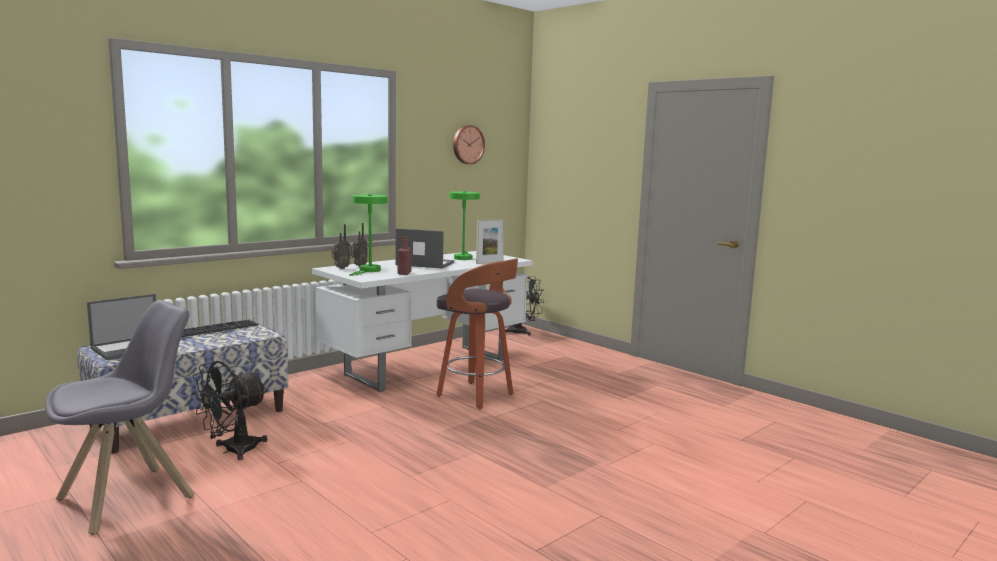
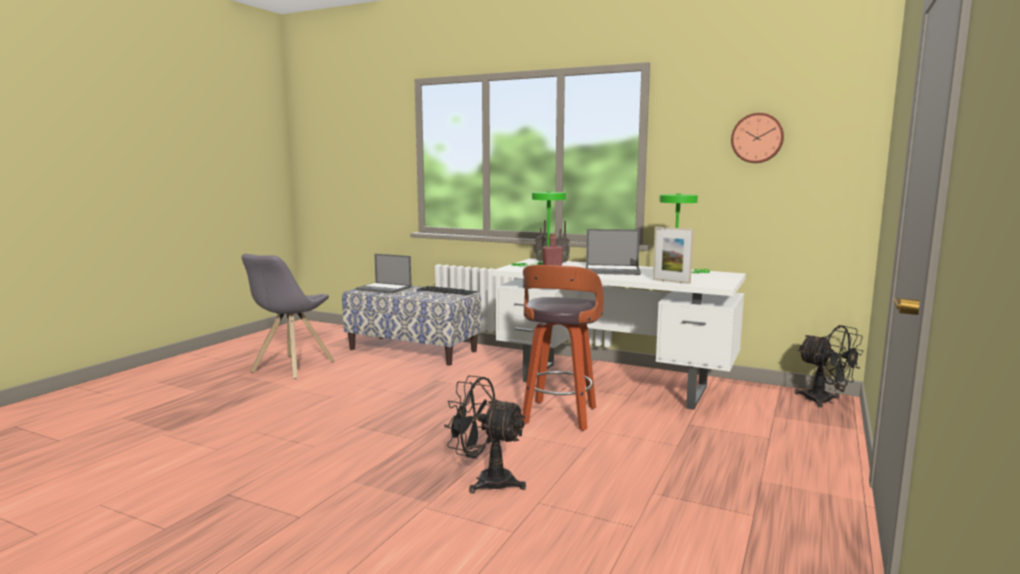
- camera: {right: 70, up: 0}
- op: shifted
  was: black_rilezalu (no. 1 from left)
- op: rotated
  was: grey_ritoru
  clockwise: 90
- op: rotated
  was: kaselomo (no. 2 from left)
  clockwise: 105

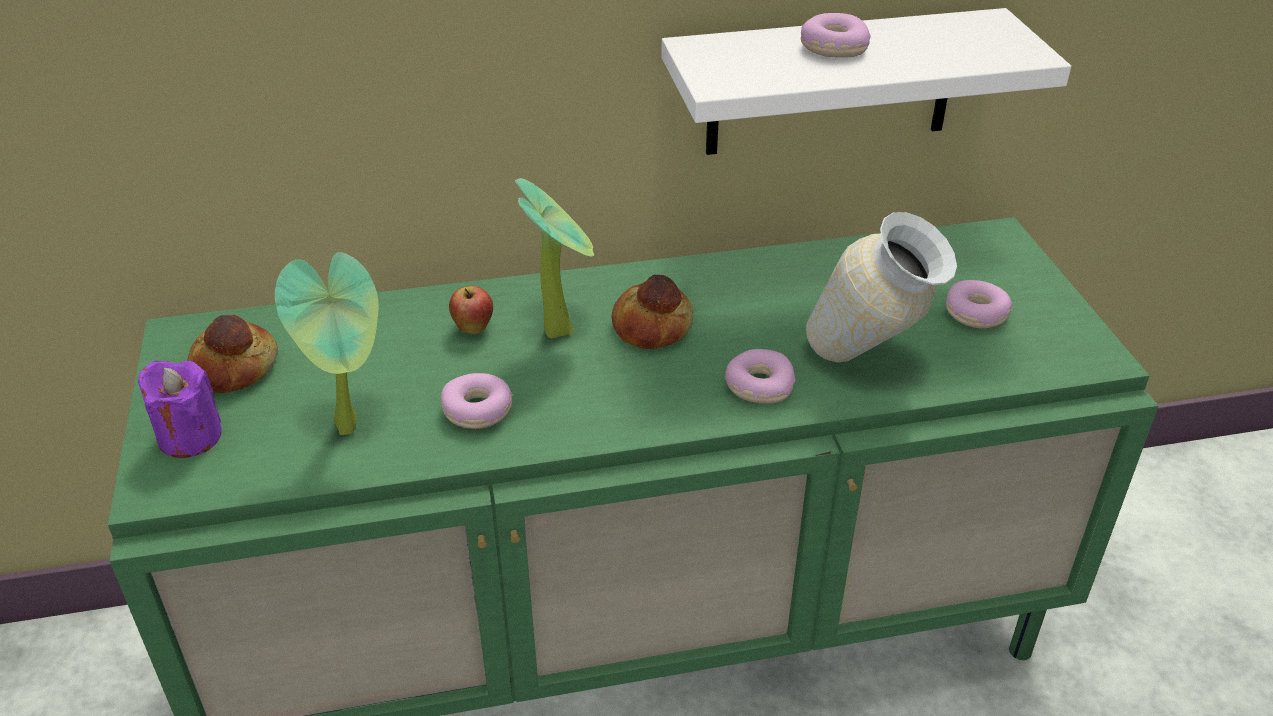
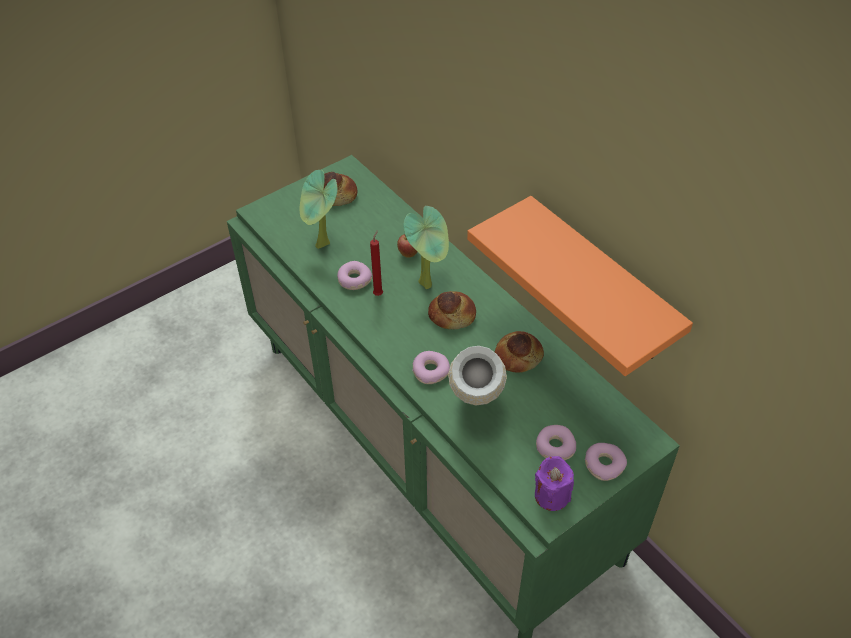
- camera: {right: 65, up: 10}
- op: new
  now: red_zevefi
- op: new
  now: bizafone (no. 3 from left)
- op: shifted
  was: purple_zevefi
- op: shifted
  was: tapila (no. 3 from left in the first image)
  now: tapila (no. 4 from left)
- op: repainted
  was: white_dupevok
  now: orange_dupevok

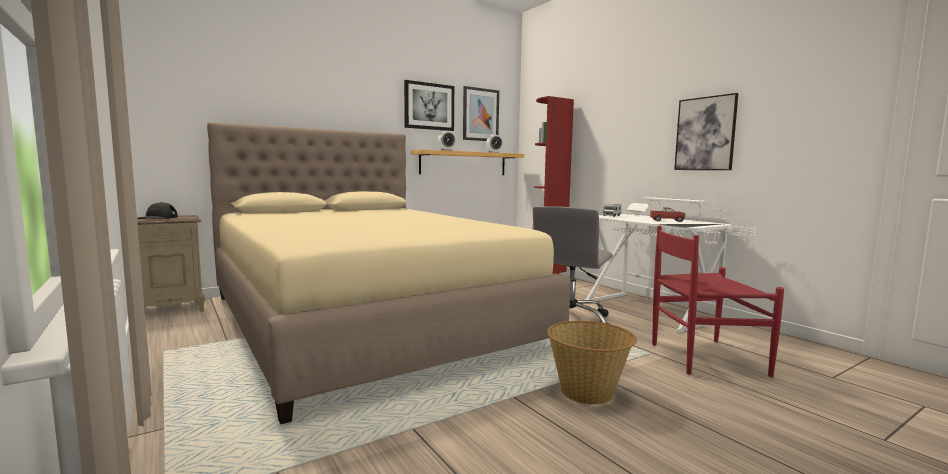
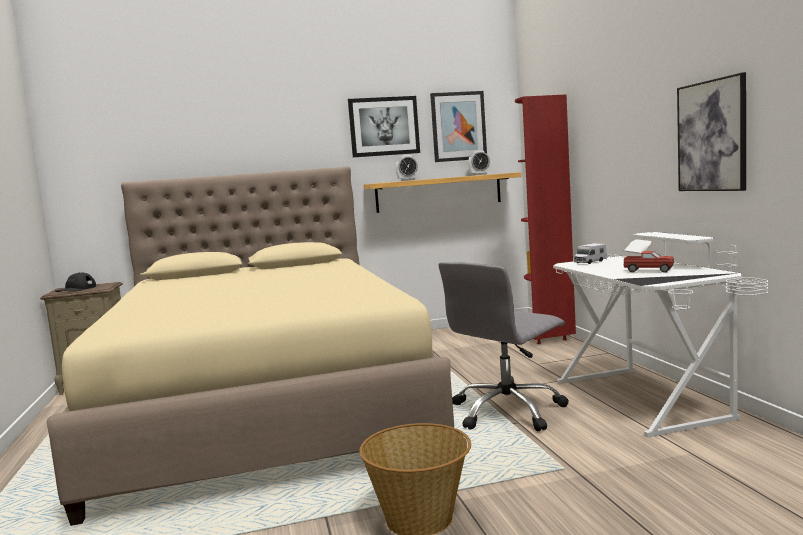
- camera: {right: 20, up: 0}
- op: gone
  was: red_ritoru

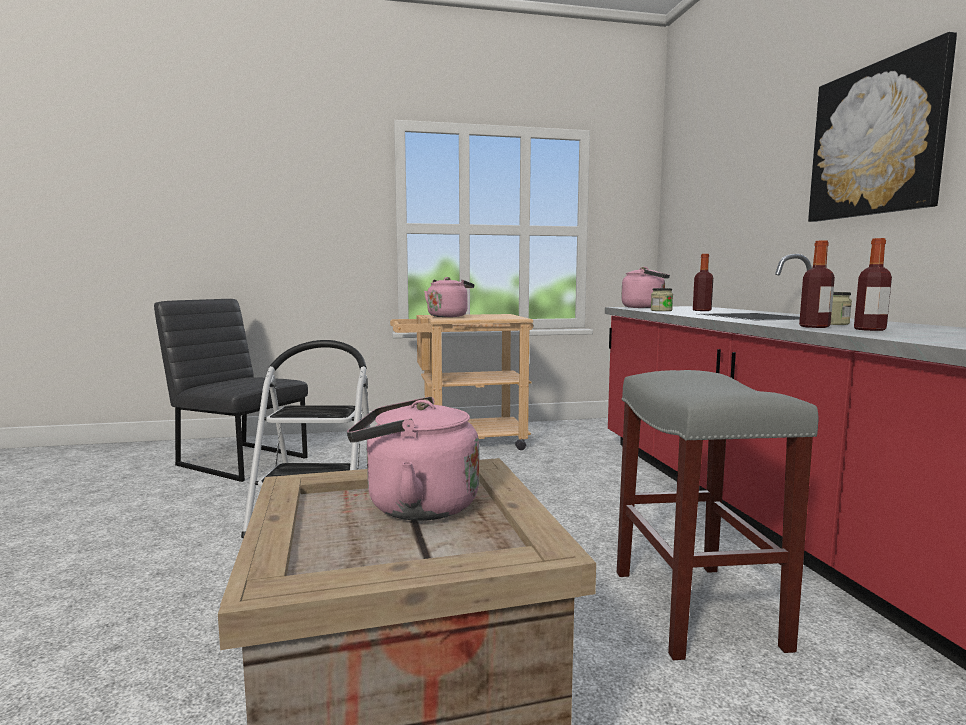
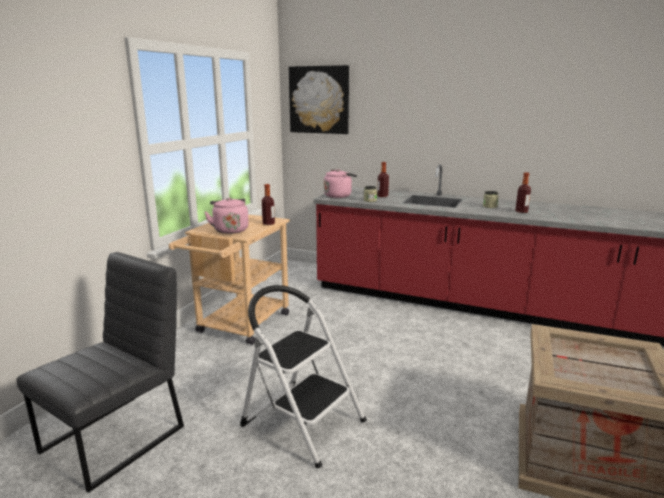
- camera: {right: -55, up: 10}
- op: gone
  was: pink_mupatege (no. 1 from left)
- op: gone
  was: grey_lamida
- op: shifted
  was: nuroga (no. 2 from left in the first image)
  now: nuroga (no. 1 from left)
- op: shifted
  was: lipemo
- op: rotated
  was: grey_ritoru
  clockwise: 150

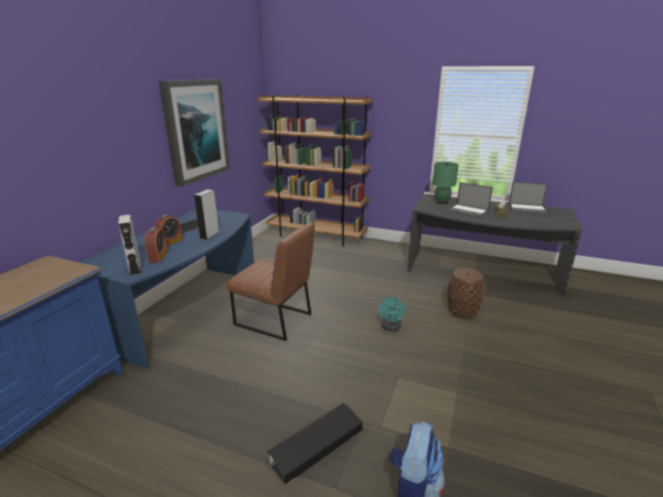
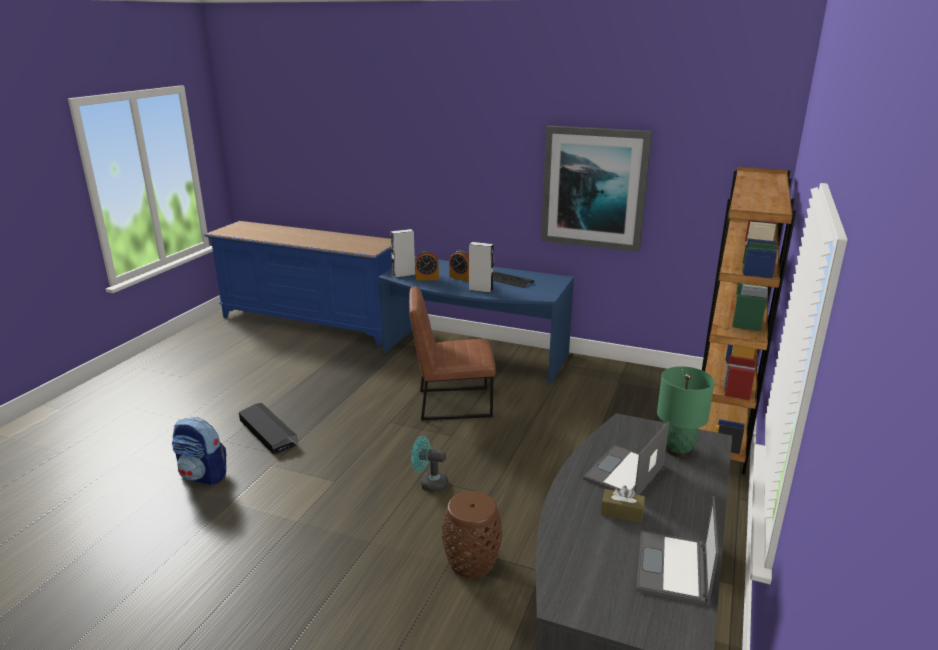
- camera: {right: 90, up: 0}
- op: rotated
  was: brown_ritoru
  clockwise: 60

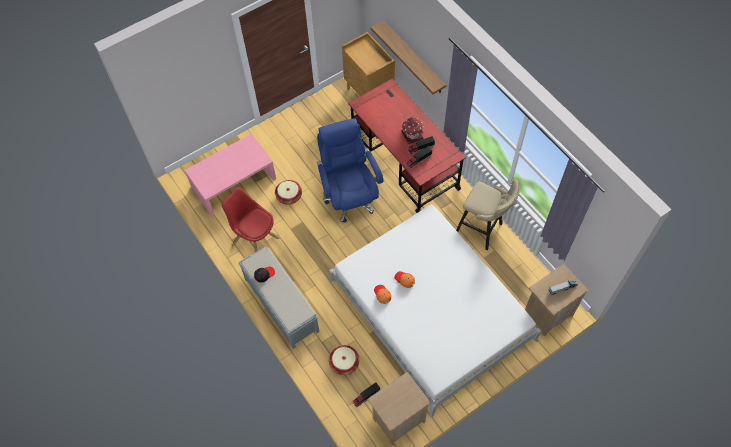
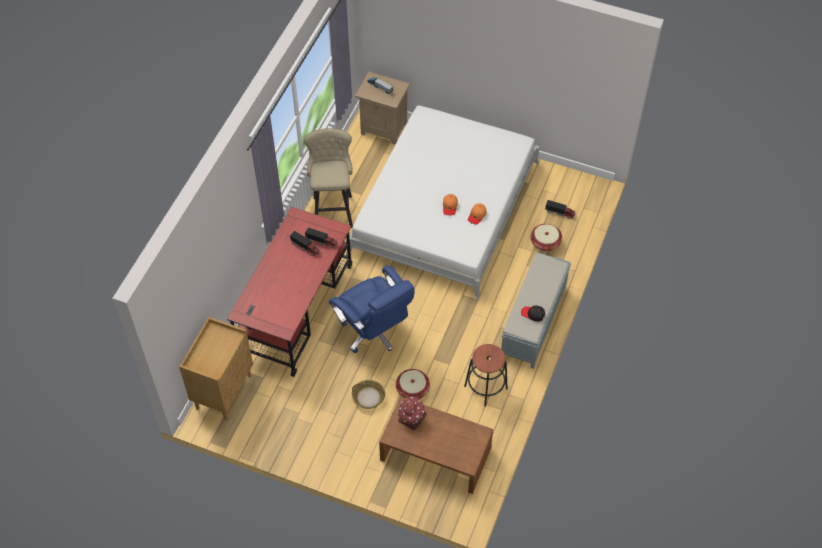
- camera: {right: -125, up: -5}
- op: gone
  was: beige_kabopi (no. 1 from left)
- op: gone
  was: dupevok
- op: new
  now: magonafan (no. 1 from left)
- op: shifted
  was: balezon
- op: swapped
  was: red_ritoru
  now: black_lamida
- op: repainted
  was: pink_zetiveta
  now: brown_zetiveta
- op: rotated
  was: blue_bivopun
  clockwise: -75

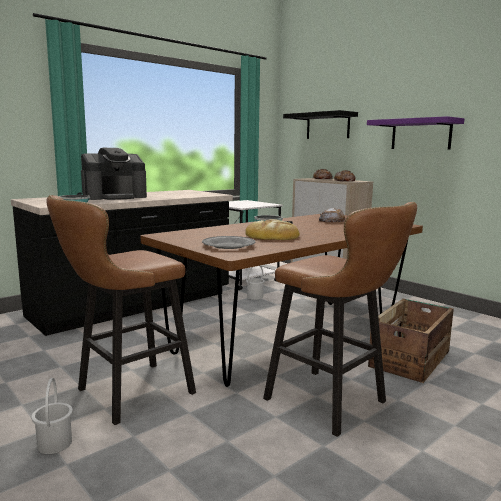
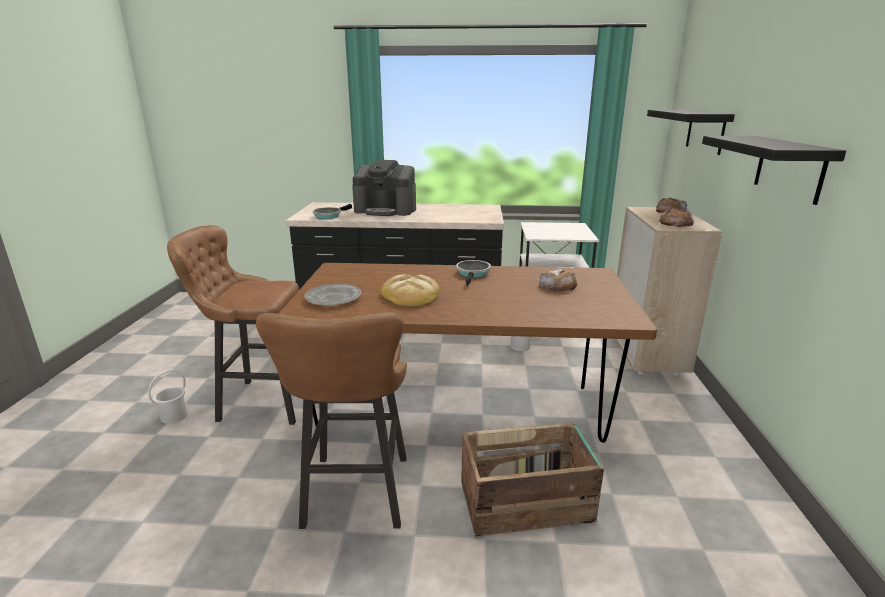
- camera: {right: 45, up: 10}
- op: repainted
  was: purple_dupevok
  now: black_dupevok (no. 2 from left)

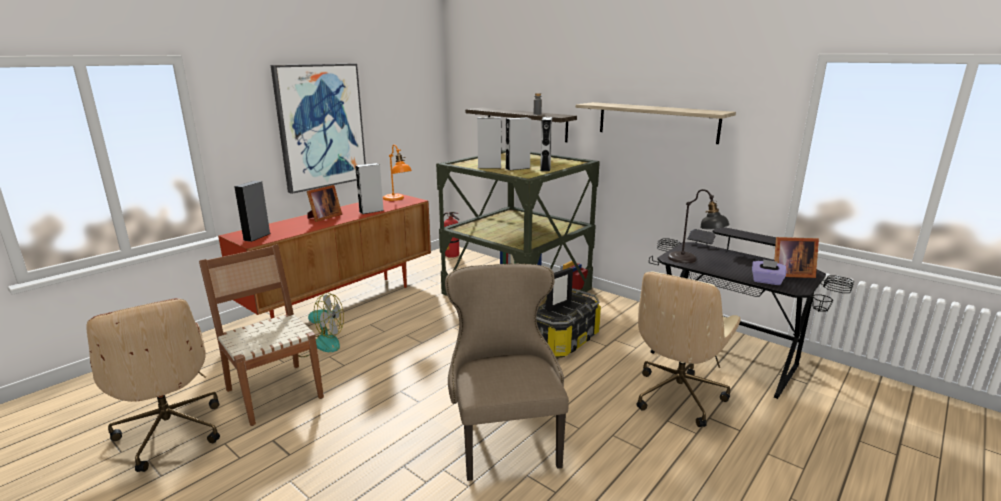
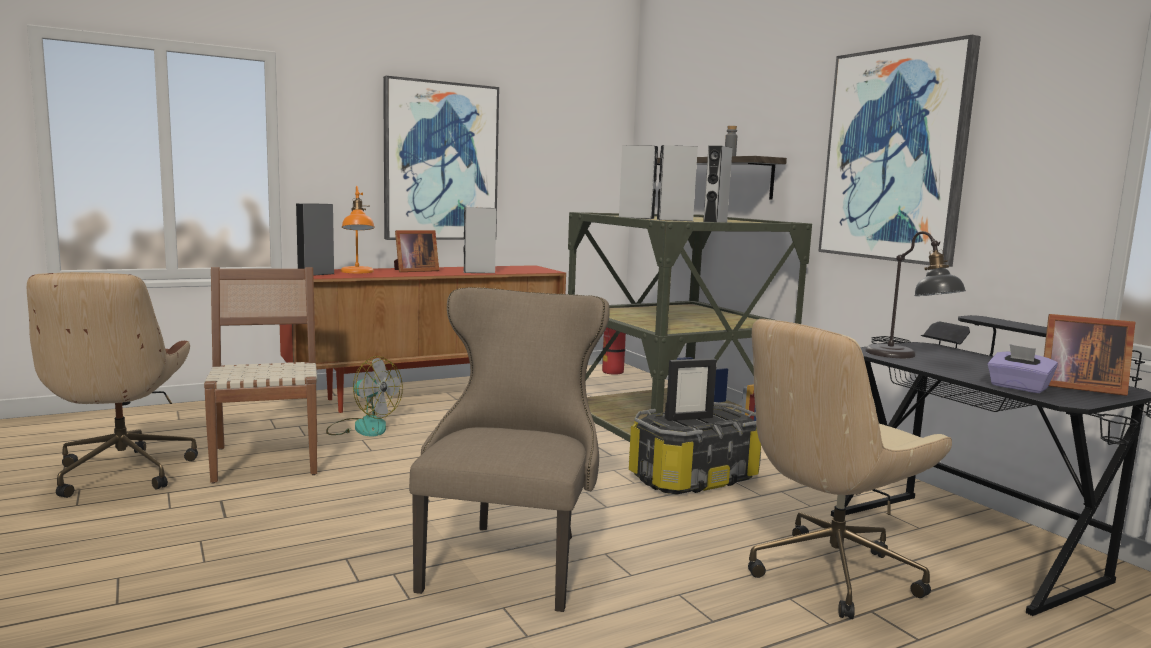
- camera: {right: 20, up: -10}
- op: shifted
  was: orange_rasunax
- op: swapped
  was: dupevok (no. 2 from left)
  now: lipemo (no. 2 from left)

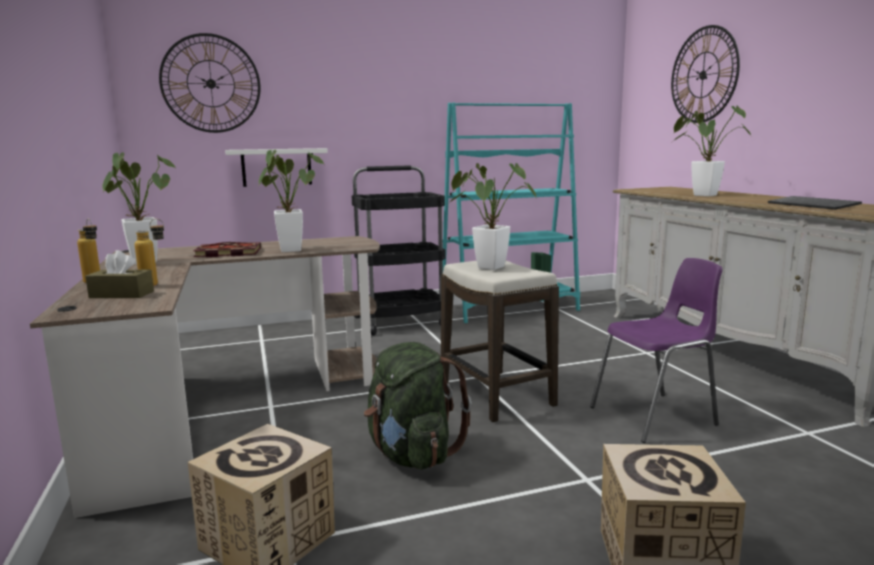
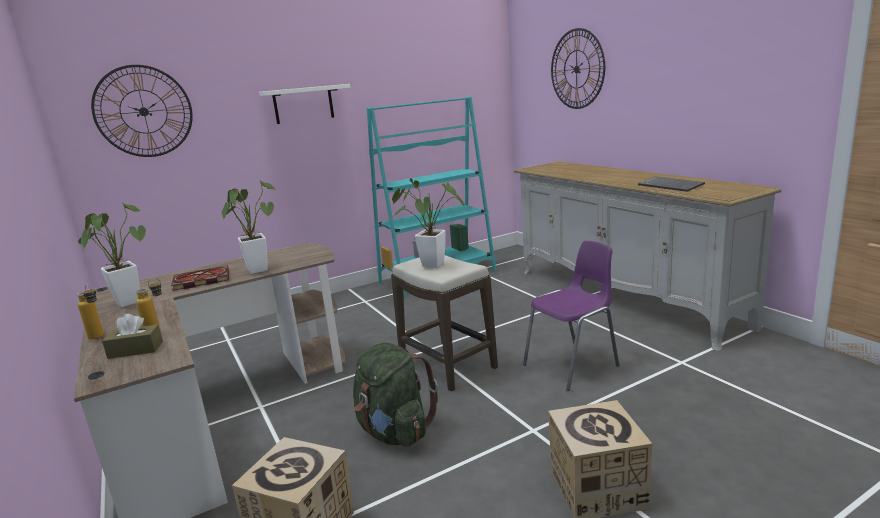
- camera: {right: -10, up: 5}
- op: gone
  was: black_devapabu
- op: gone
  was: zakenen (no. 4 from left)
- op: shifted
  was: white_dupevok

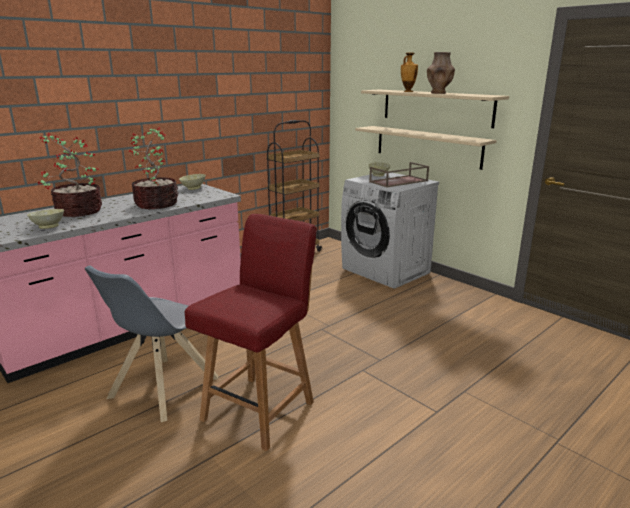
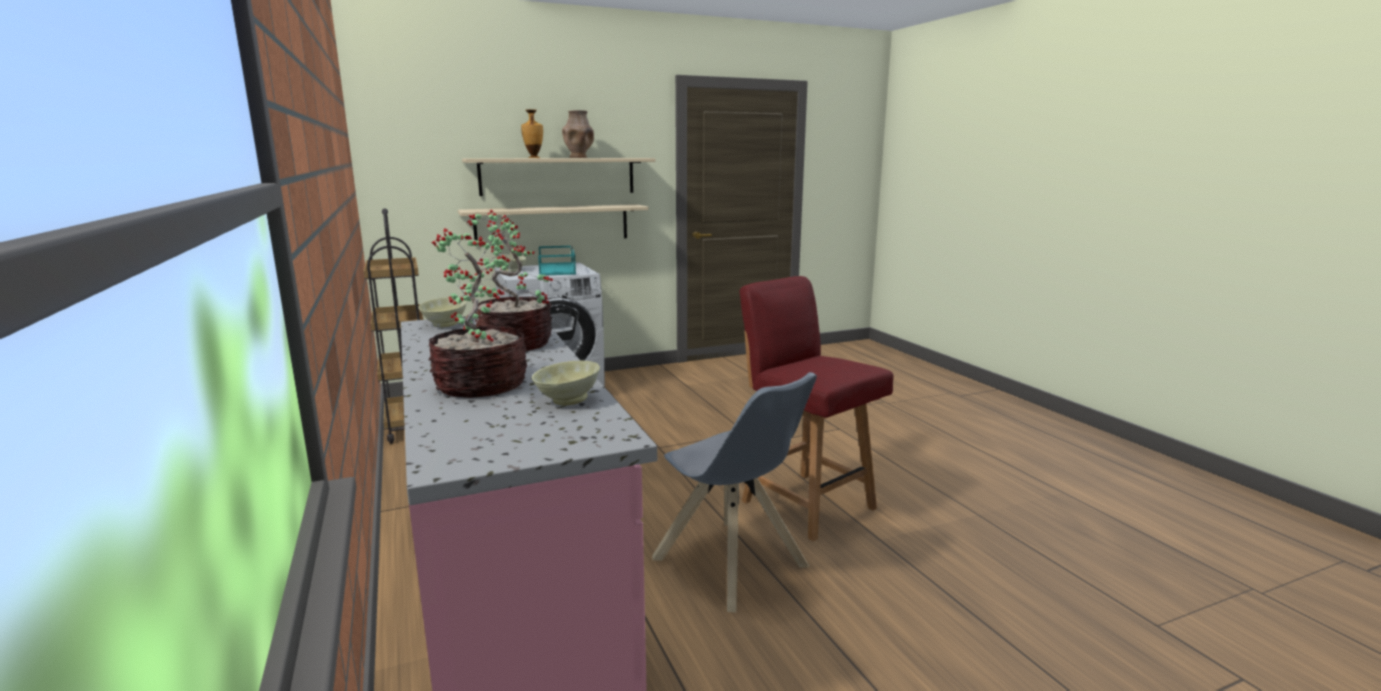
- camera: {right: -70, up: -5}
- op: repainted
  was: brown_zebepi
  now: turquoise_zebepi

